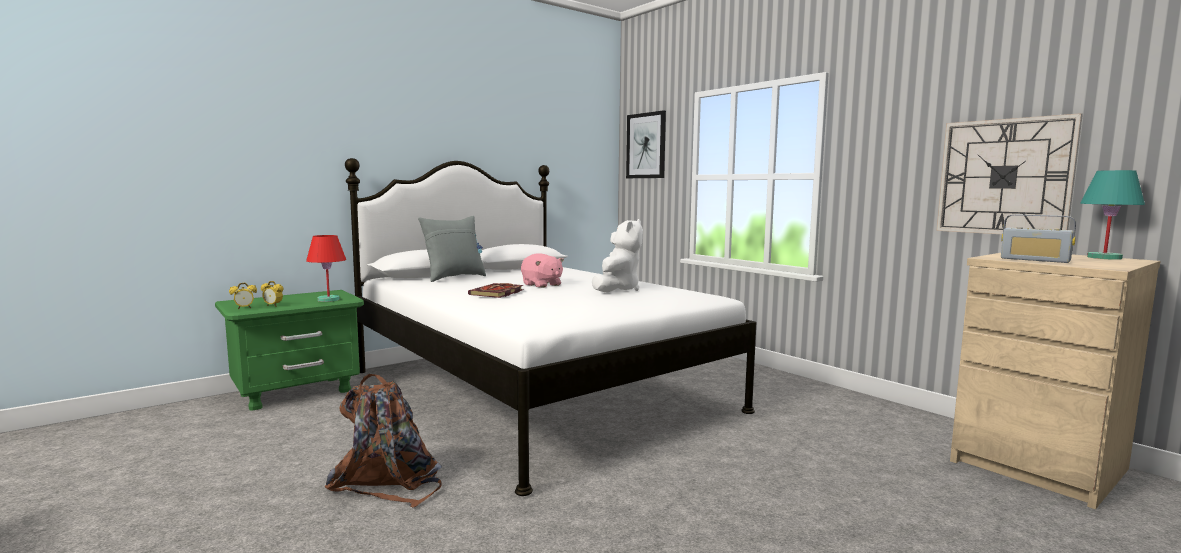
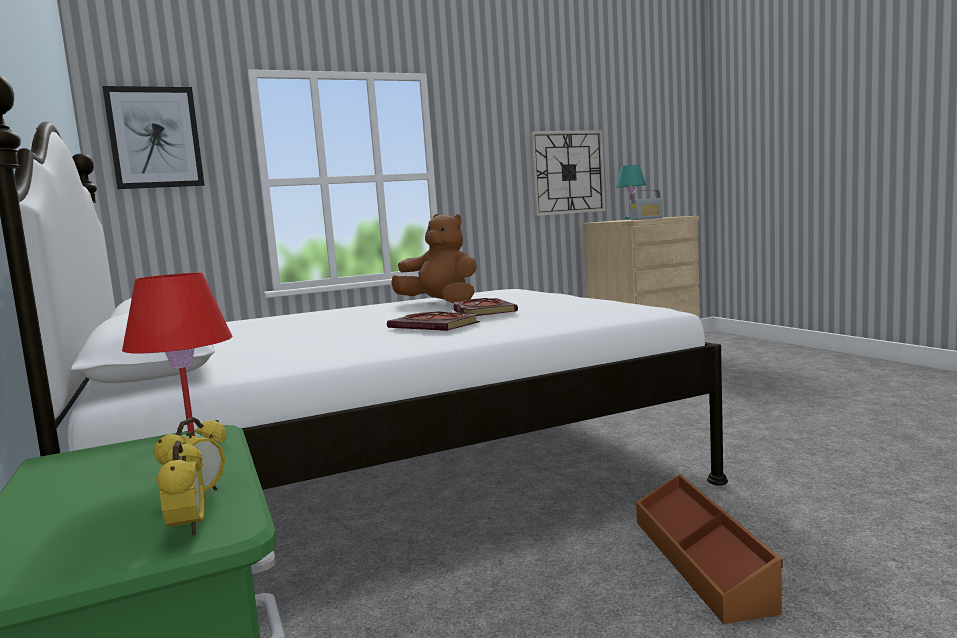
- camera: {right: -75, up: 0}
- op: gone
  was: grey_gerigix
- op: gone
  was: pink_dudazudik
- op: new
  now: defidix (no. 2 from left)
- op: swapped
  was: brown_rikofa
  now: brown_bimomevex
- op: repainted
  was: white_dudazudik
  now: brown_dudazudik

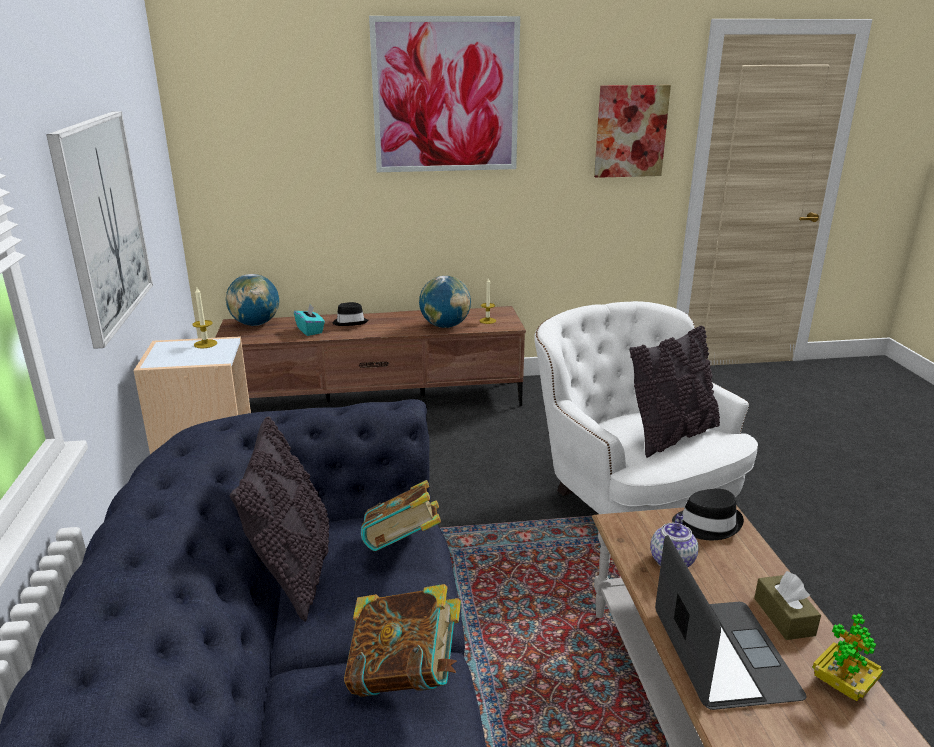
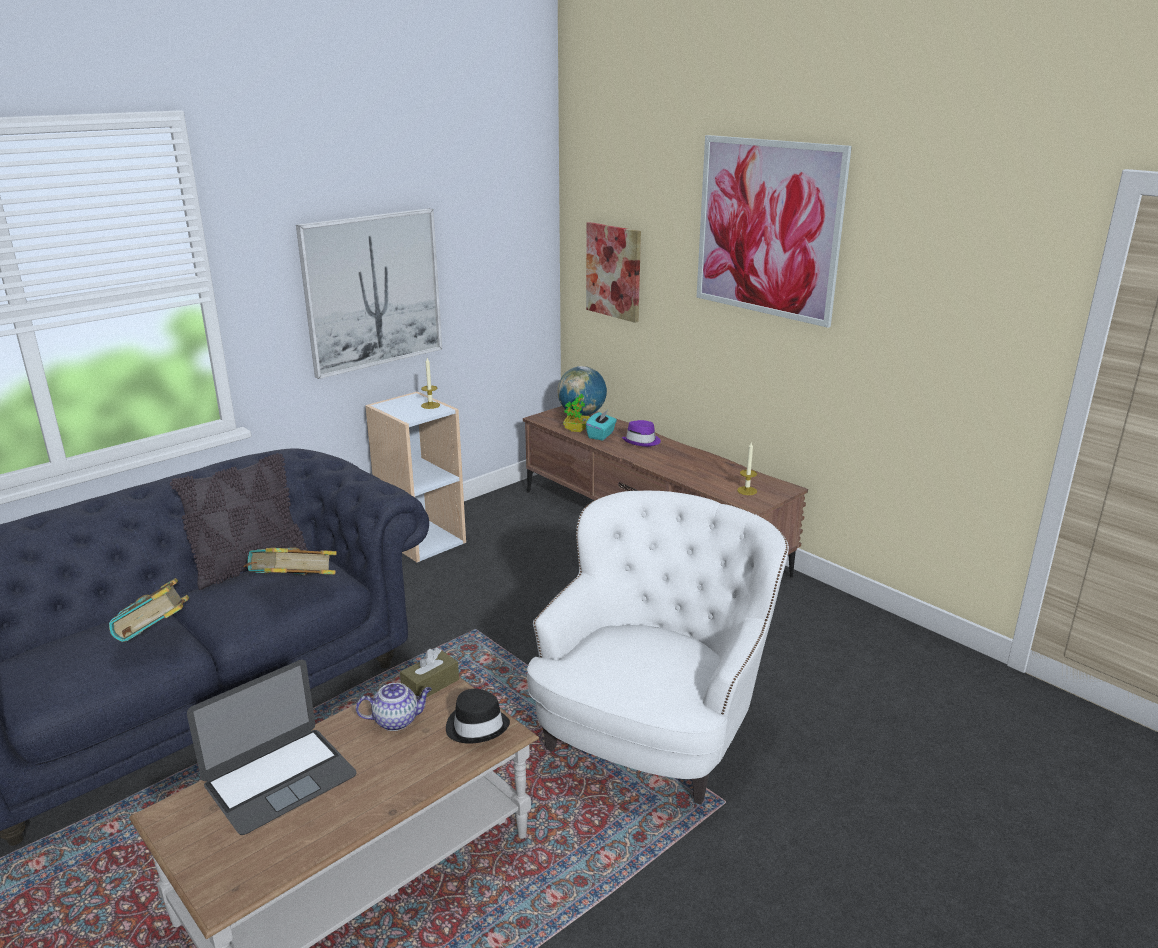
- camera: {right: 55, up: 0}
- op: gone
  was: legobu (no. 2 from left)
- op: gone
  was: black_gerigix (no. 2 from left)
- op: shifted
  was: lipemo (no. 3 from left in the first image)
  now: lipemo (no. 2 from left)
- op: shifted
  was: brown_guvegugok
- op: shifted
  was: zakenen
- op: repainted
  was: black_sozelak (no. 1 from left)
  now: purple_sozelak

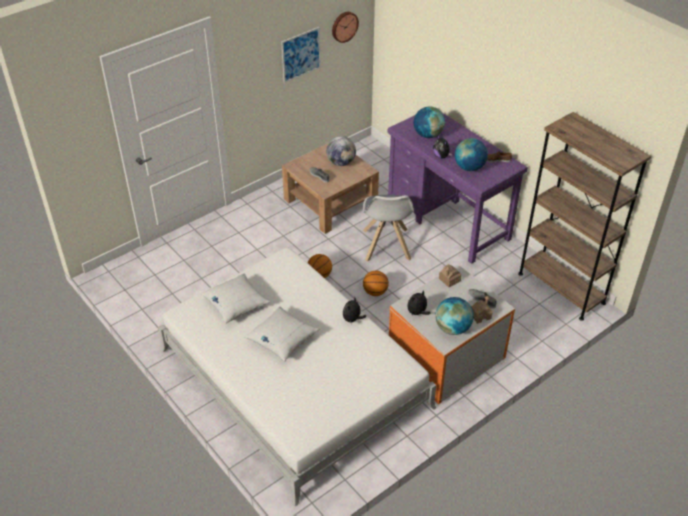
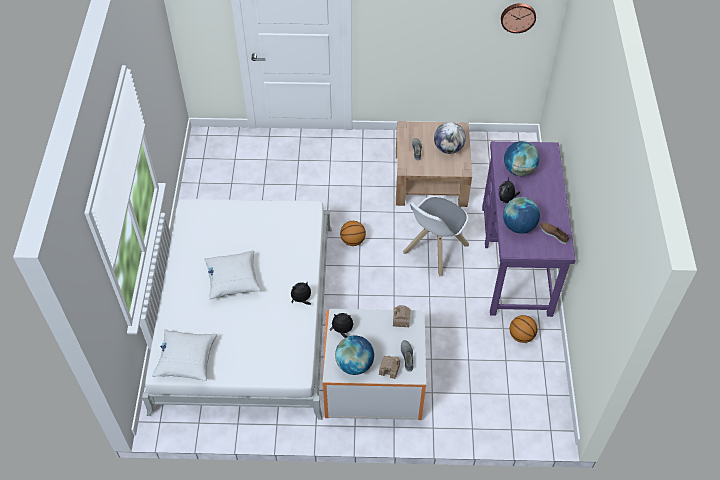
- camera: {right: 40, up: 10}
- op: gone
  was: lipemo
- op: gone
  was: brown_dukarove
- op: shifted
  was: grey_gerigix (no. 1 from left)
- op: shifted
  was: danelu (no. 2 from left)

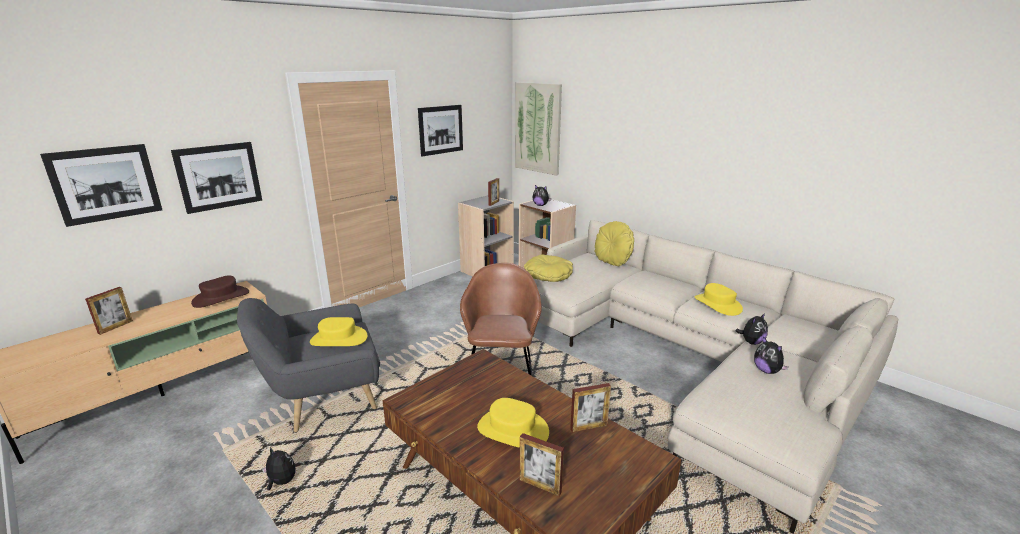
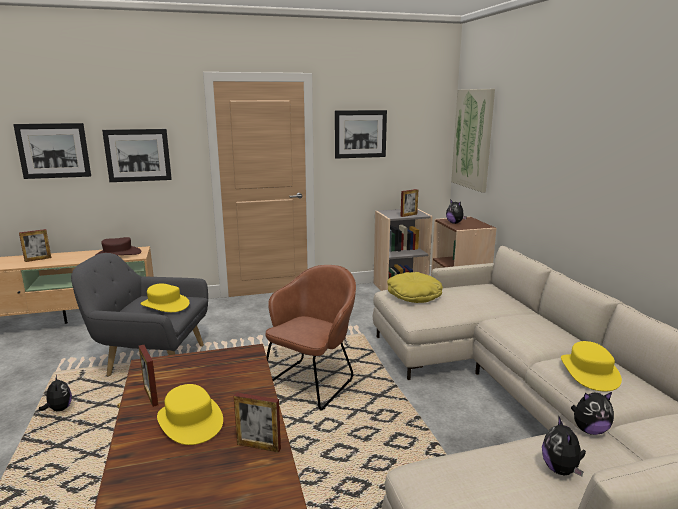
- camera: {right: 30, up: -5}
- op: gone
  was: yellow_gerigix (no. 2 from left)
- op: shifted
  was: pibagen (no. 3 from left in the first image)
  now: pibagen (no. 2 from left)

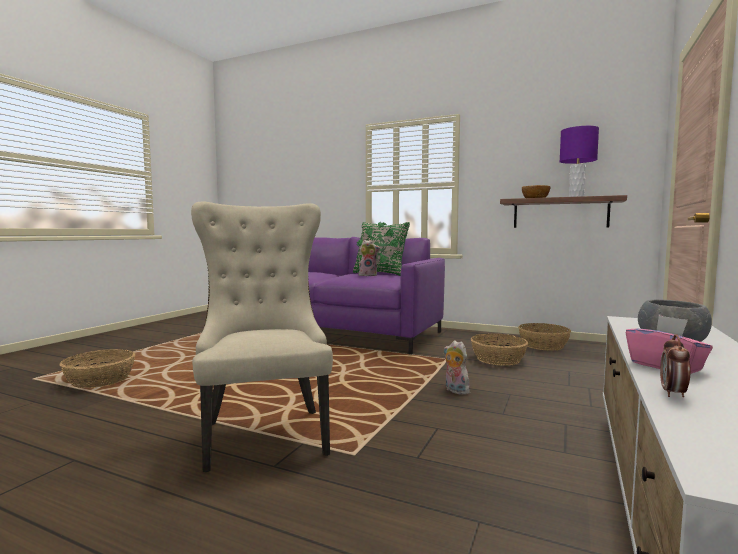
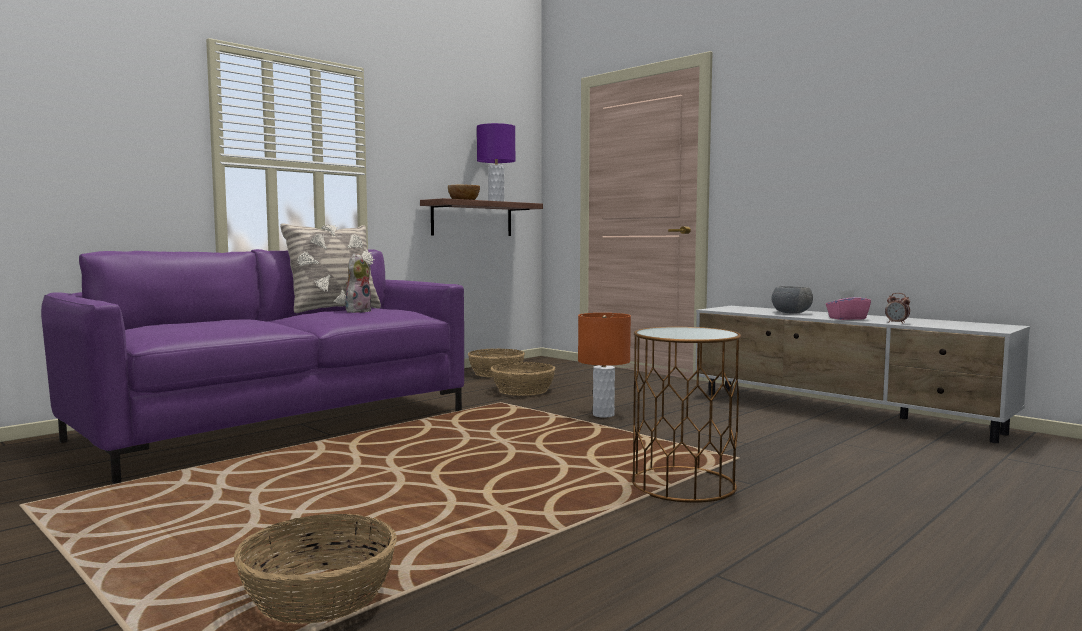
- camera: {right: -70, up: 0}
- op: swapped
  was: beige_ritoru
  now: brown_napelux
- op: swapped
  was: dudazudik (no. 2 from left)
  now: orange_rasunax
- op: repainted
  was: green_gerigix
  now: beige_gerigix

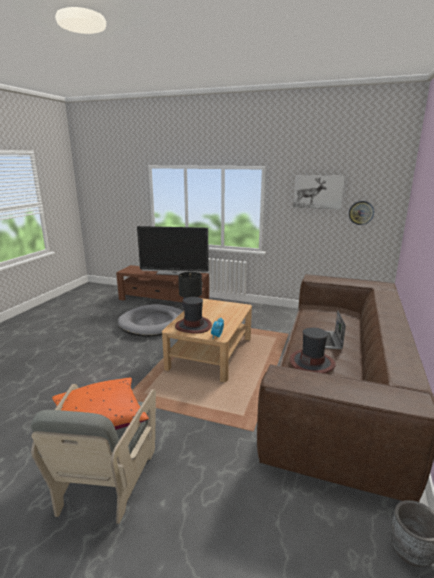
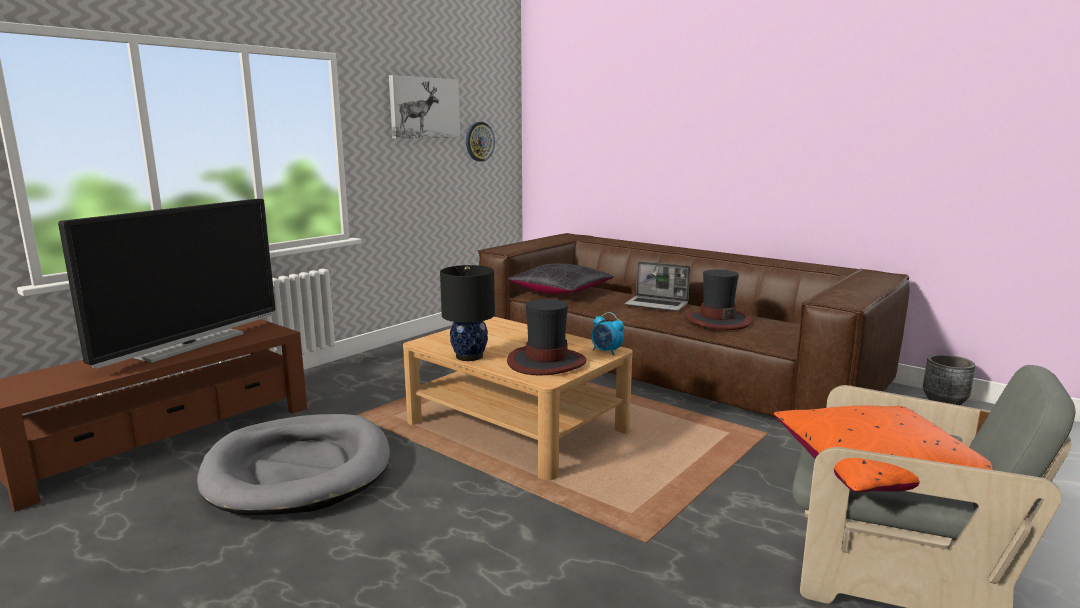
- camera: {right: -70, up: -5}
- op: new
  now: black_gerigix

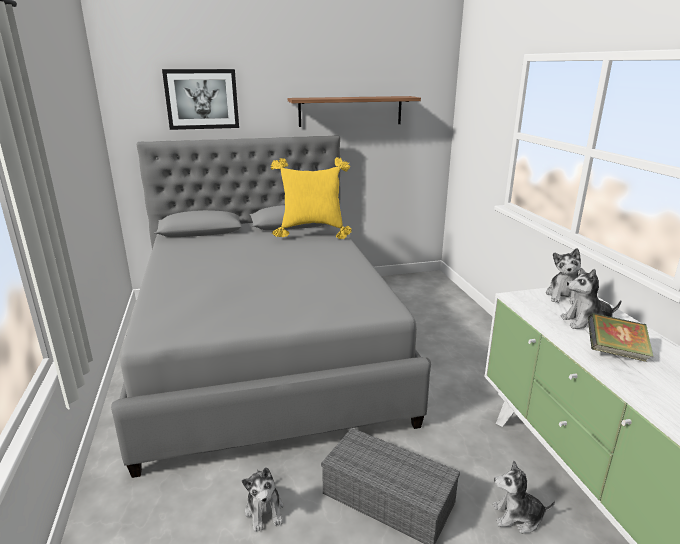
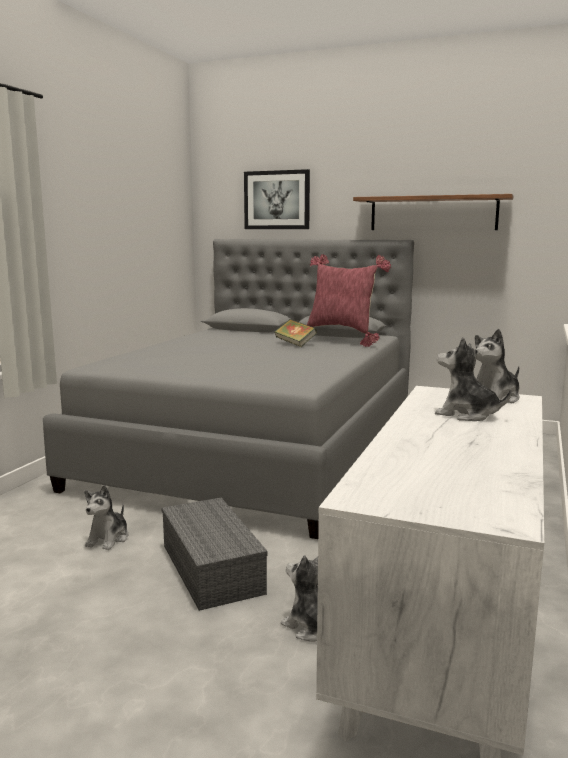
- camera: {right: 35, up: -10}
- op: shifted
  was: defidix
- op: repainted
  was: yellow_gerigix
  now: red_gerigix

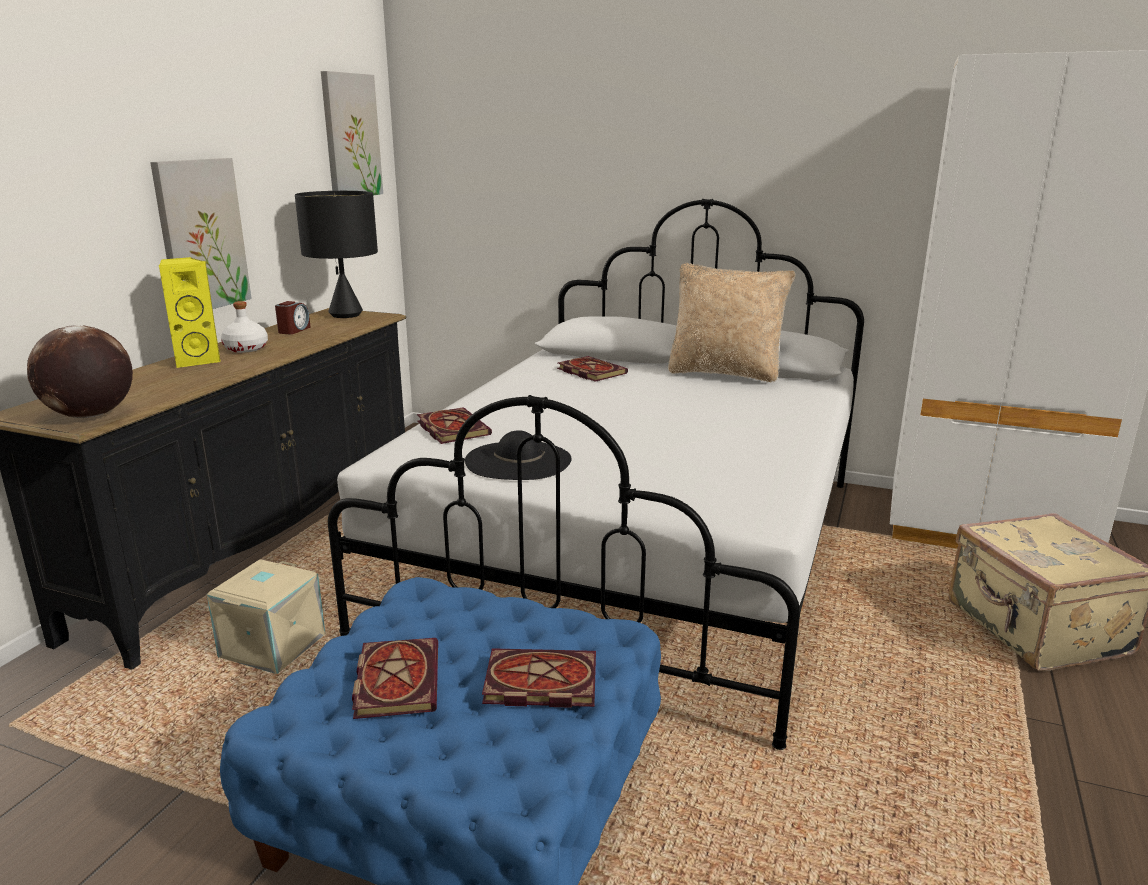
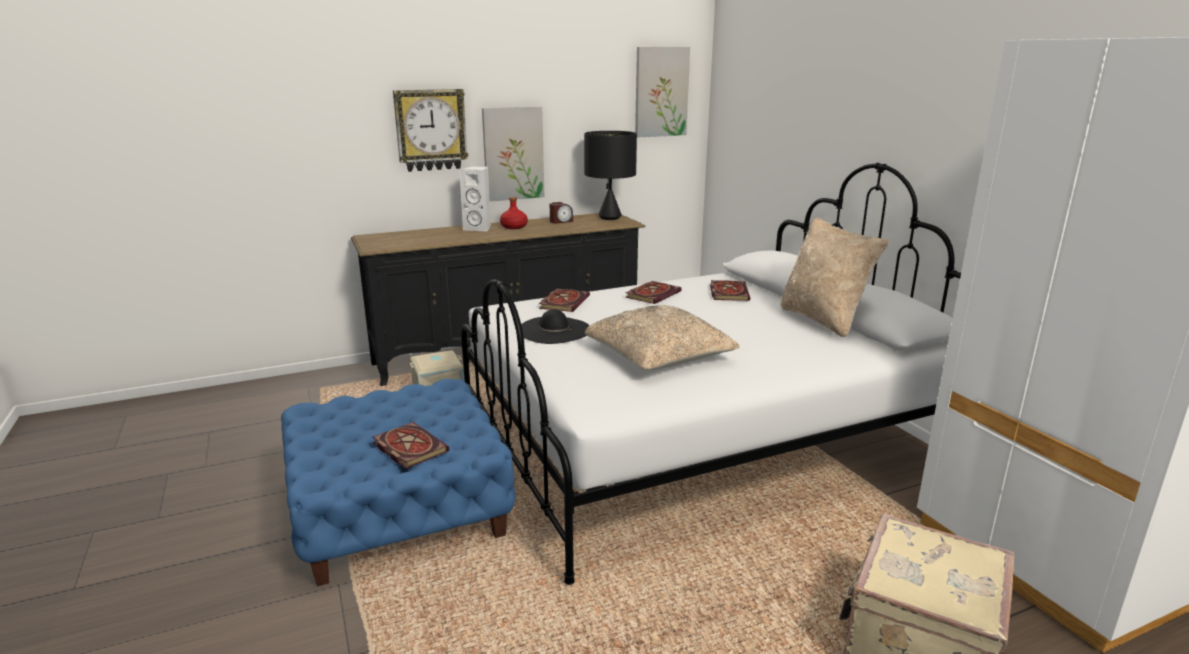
- camera: {right: 45, up: 0}
- op: gone
  was: legobu
- op: new
  now: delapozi
- op: new
  now: beige_gerigix (no. 1 from left)
- op: shifted
  was: defidix (no. 1 from left in the first image)
  now: defidix (no. 3 from left)
- op: repainted
  was: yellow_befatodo
  now: white_befatodo
- op: repainted
  was: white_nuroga
  now: red_nuroga

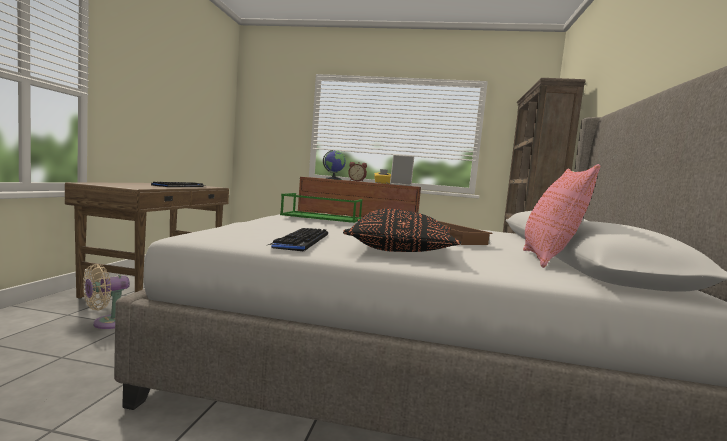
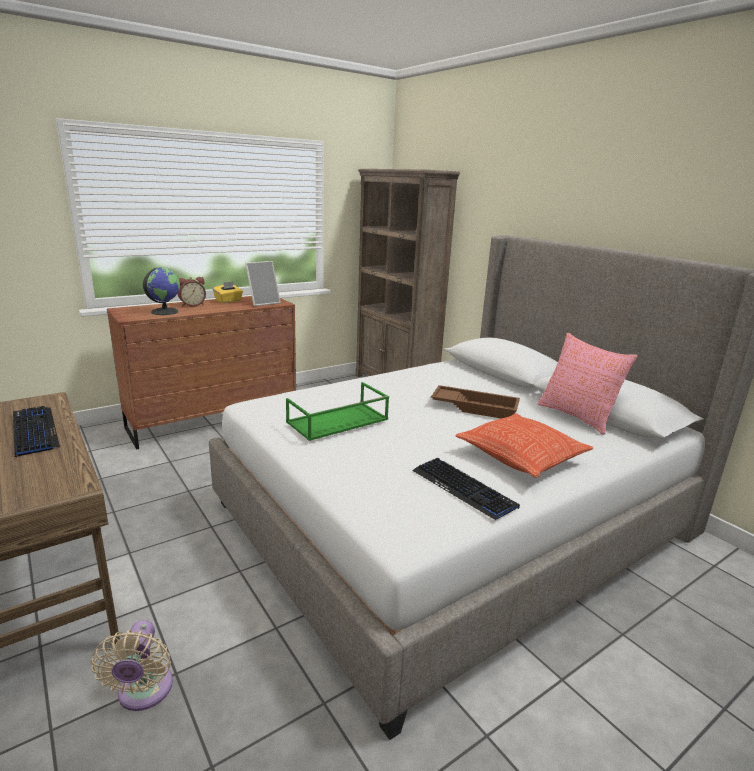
- camera: {right: -45, up: 15}
- op: repainted
  was: black_gerigix
  now: orange_gerigix

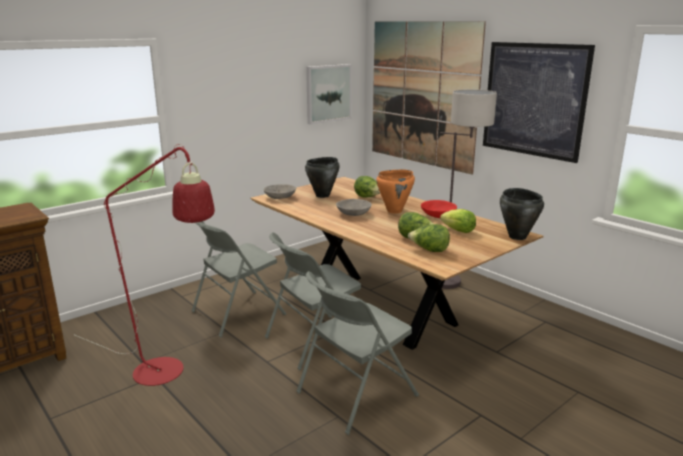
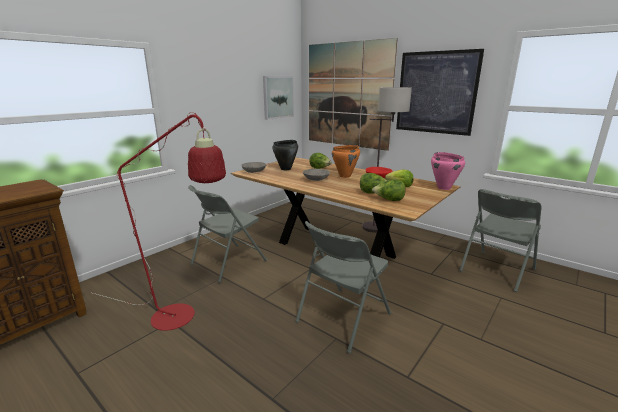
- camera: {right: -10, up: 0}
- op: shifted
  was: grey_ritoru (no. 2 from left in the first image)
  now: grey_ritoru (no. 3 from left)
- op: repainted
  was: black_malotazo (no. 2 from left)
  now: pink_malotazo

